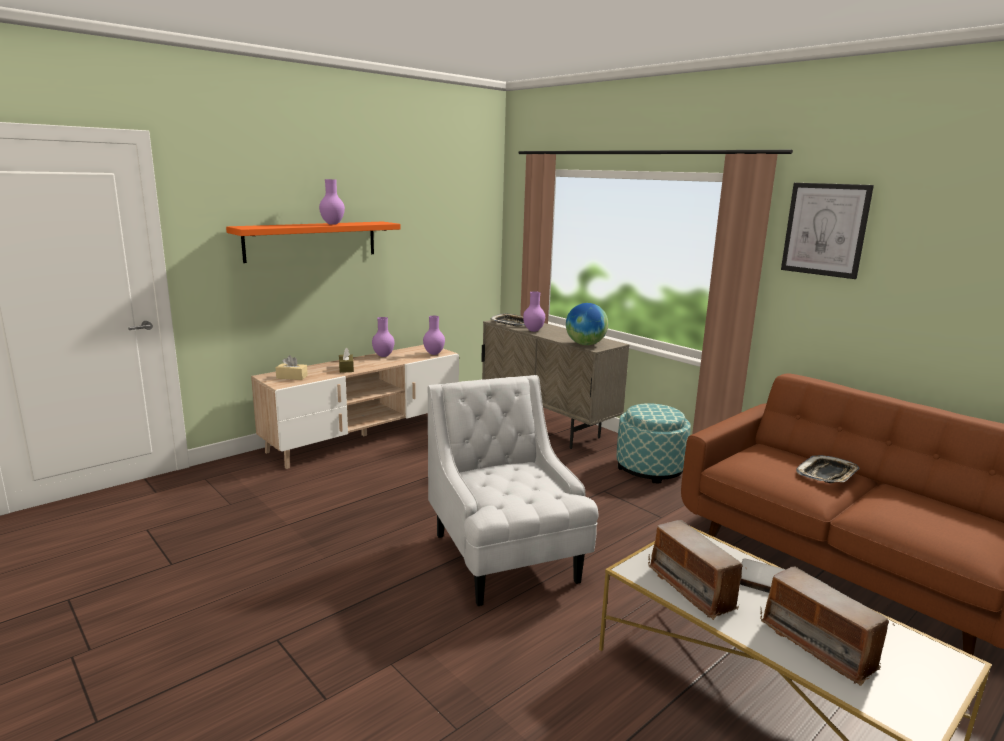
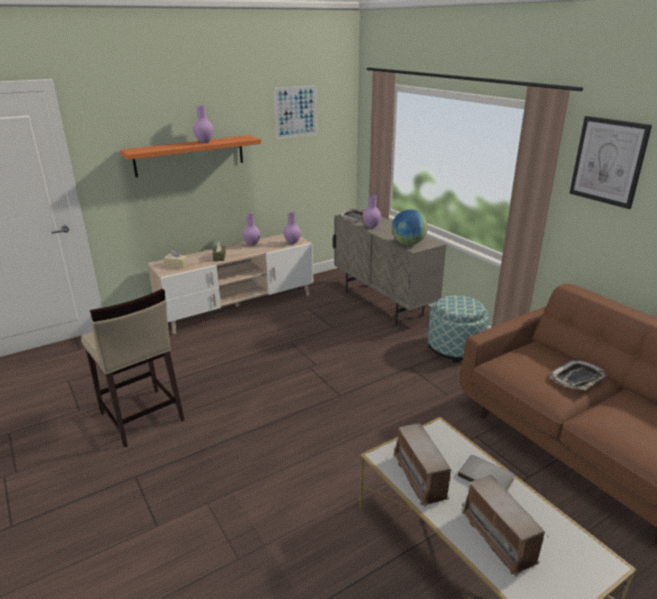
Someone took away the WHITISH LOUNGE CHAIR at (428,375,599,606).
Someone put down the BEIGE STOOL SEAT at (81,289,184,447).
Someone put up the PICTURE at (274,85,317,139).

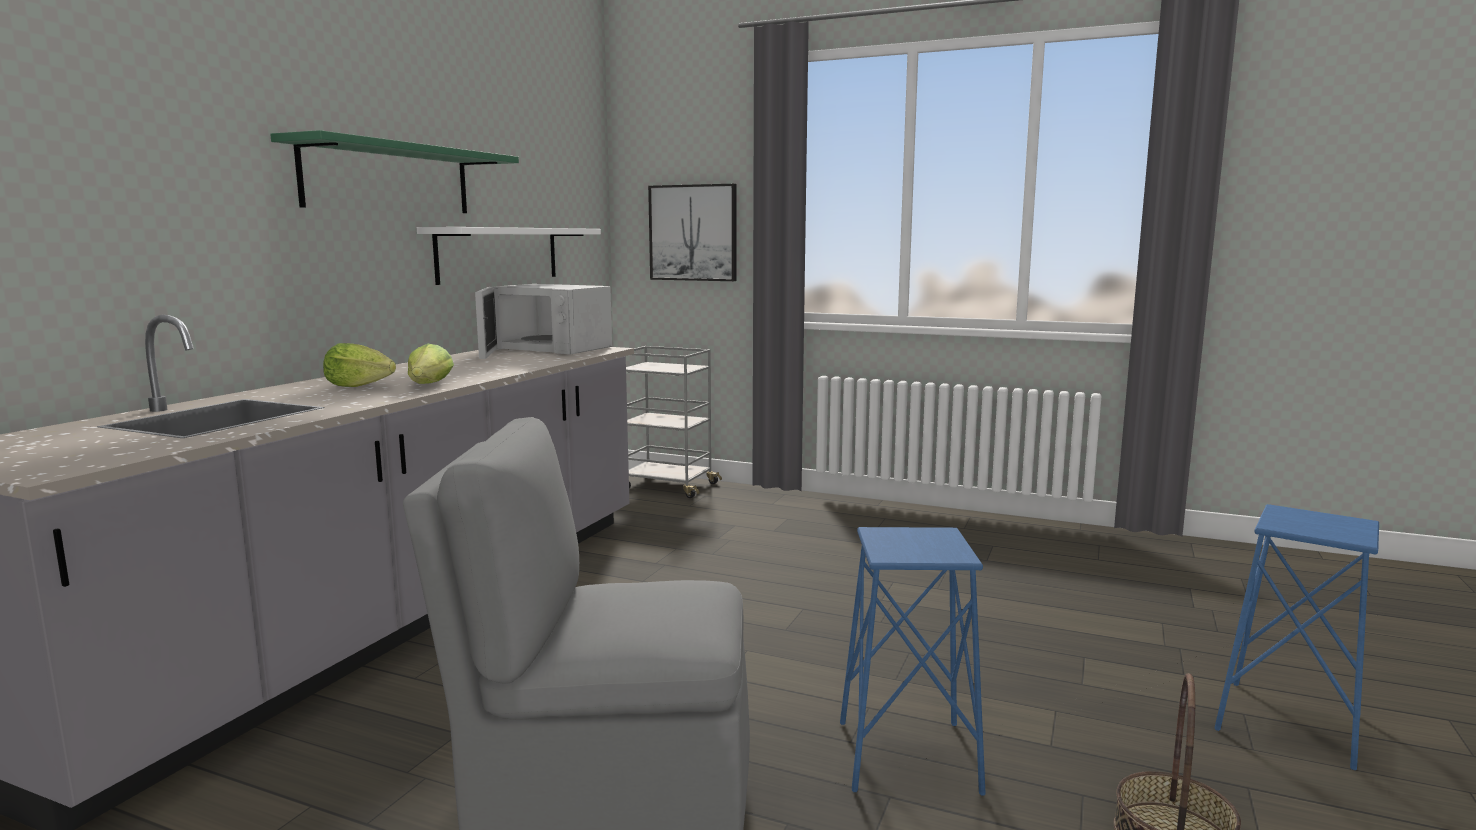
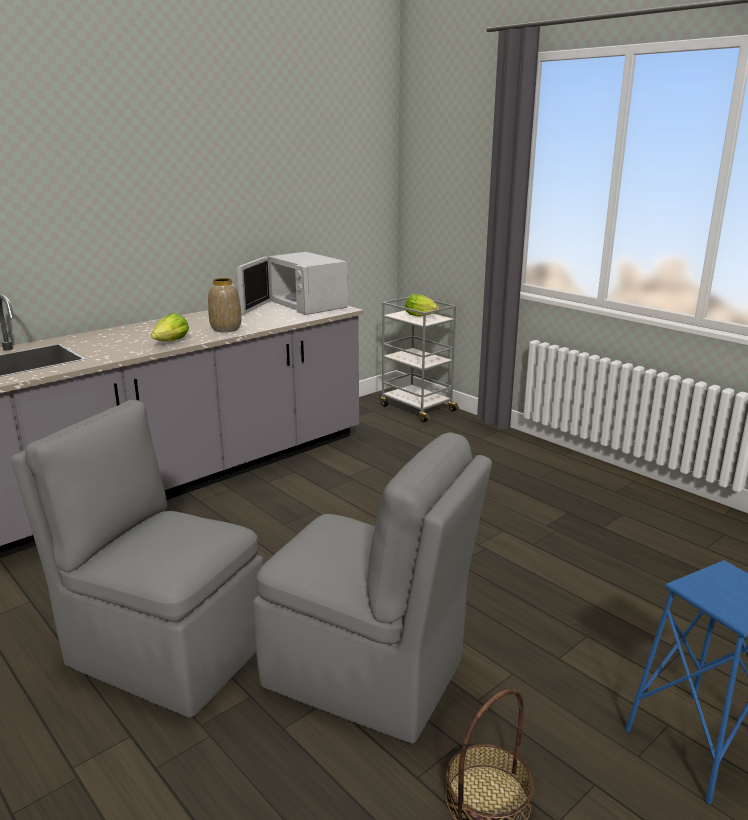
Someone took away the GREEN-COLOURED BRACKET SHELF at (270,130,519,213).
Someone carried the HEAD OF LETTUCE from (323,343,396,387) to (405,294,439,317).
Someone took away the WHITISH BRACKET SHELF at (417,227,601,285).
Someone took away the PICTURE at (648,184,736,281).
Someone swapped the BLUISH STOOL SEAT at (840,527,986,796) for the GREYISH CHAIR at (254,432,492,744).
Someone put down the DECORATIVE VASE at (208,278,241,332).

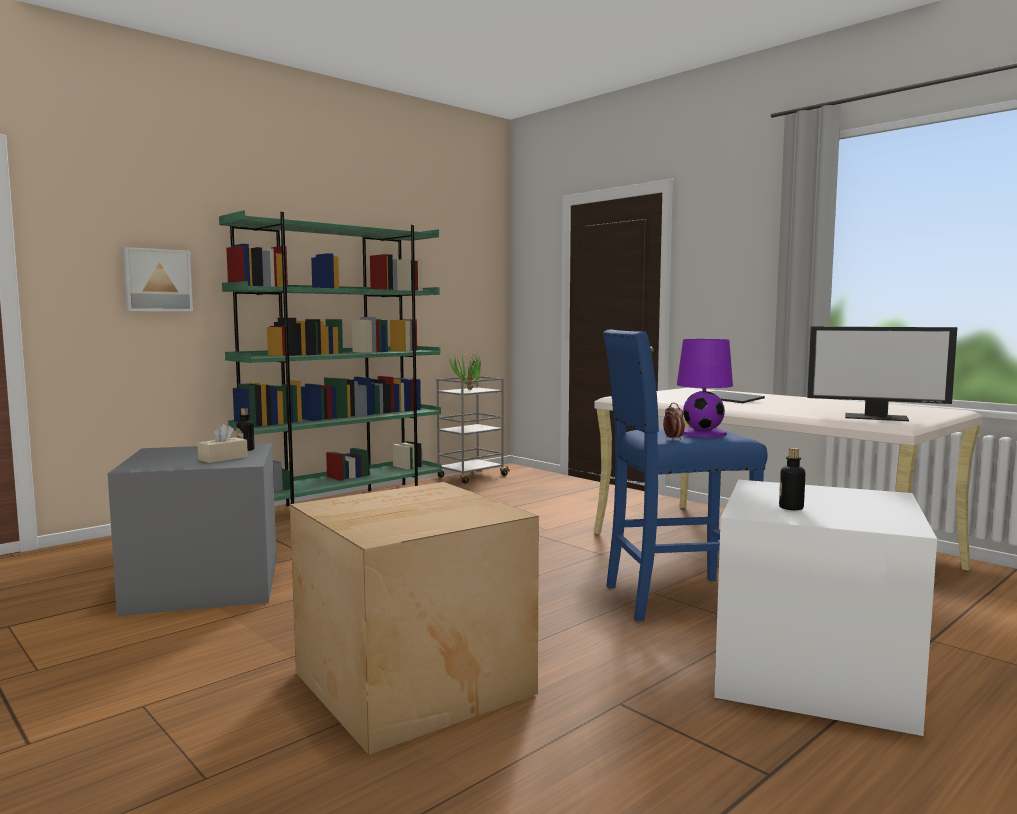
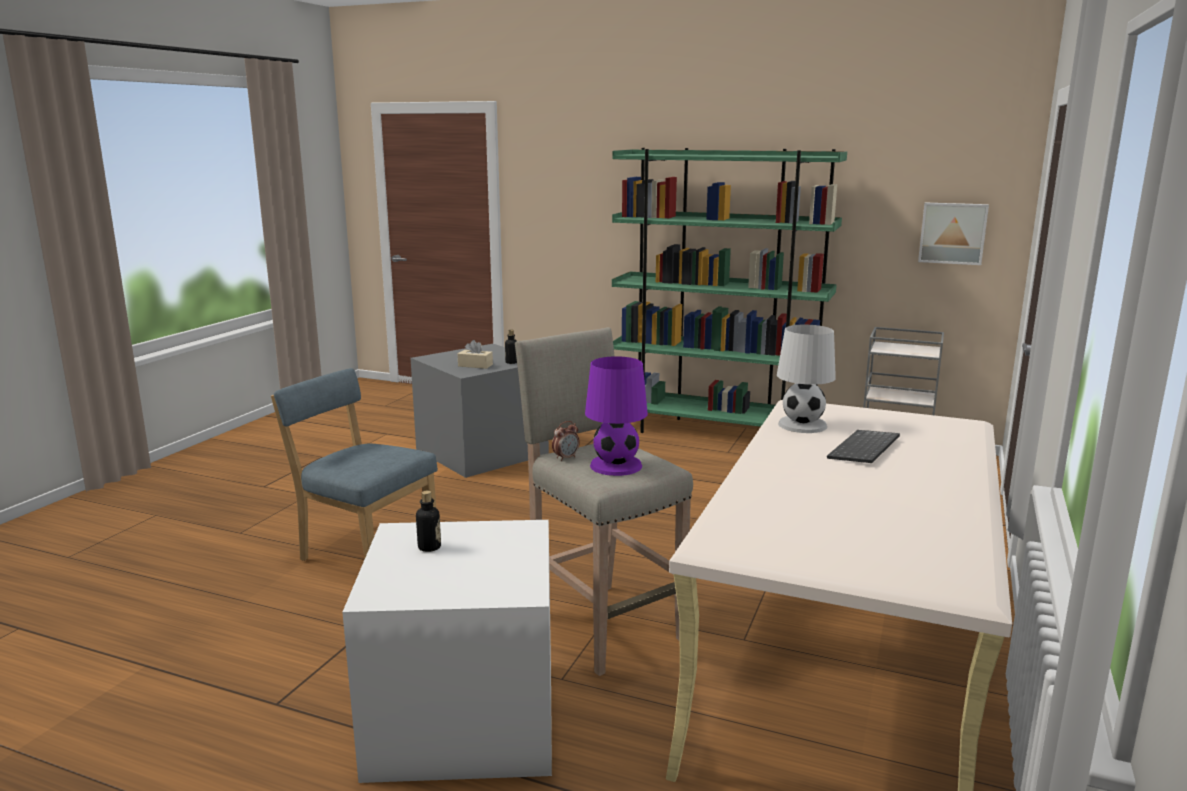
Someone carried the PICTURE from (123,247,193,311) to (918,203,989,265).
Someone swapped the PACKING BOX at (290,482,539,755) for the BLUISH CHAIR at (271,368,438,561).
Someone took away the POTTED PLANT at (449,355,481,390).
Someone repainted the BLUISH STOOL SEAT at (603,329,768,621), which became the BEIGE STOOL SEAT at (515,327,693,676).
Someone took away the COMPUTER DISPLAY at (807,327,957,421).
Someone put down the WHITISH TABLE LAMP at (777,325,836,433).

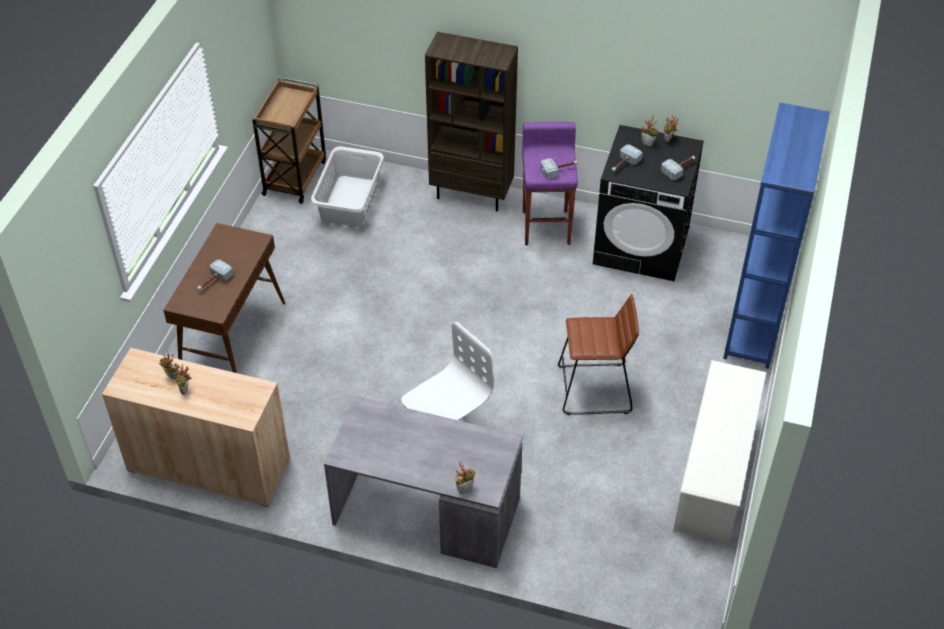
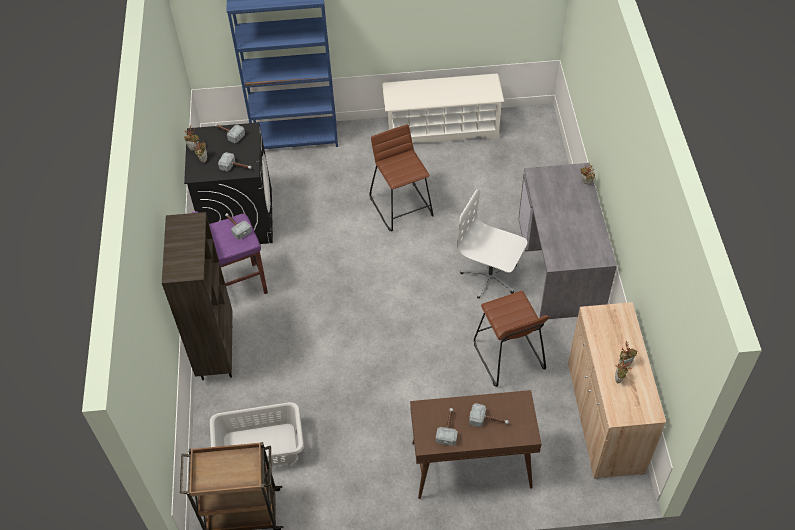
Someone put down the TOOL HAMMER at (436,408,458,446).
Someone put down the BROWN-COLOURED STOOL SEAT at (474,291,549,387).

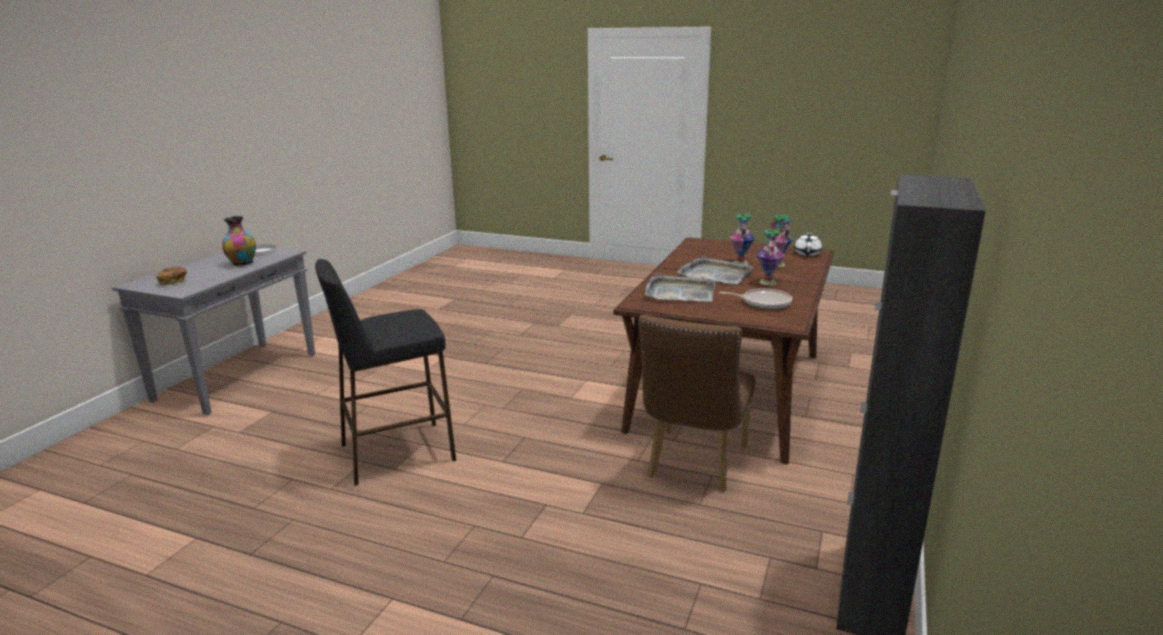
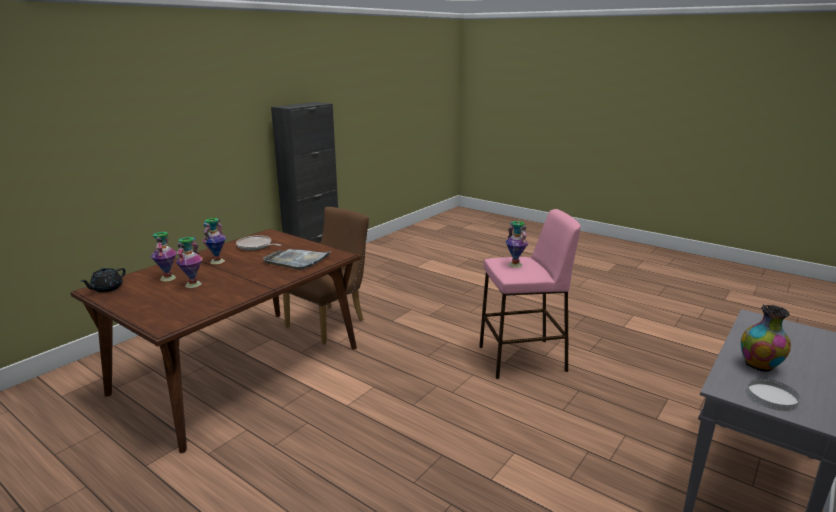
Someone took away the BREAD at (156,267,187,285).
Someone repainted the BLACK STOOL SEAT at (315,259,456,486), which became the PINKISH STOOL SEAT at (479,209,581,379).
Someone took away the GREYISH CARRYING TRAY at (678,257,754,284).
Someone repainted the WHITISH POT FOR TEA at (794,231,822,256), which became the BLACK POT FOR TEA at (81,267,126,293).
Someone put down the DECORATIVE VASE at (505,221,528,268).

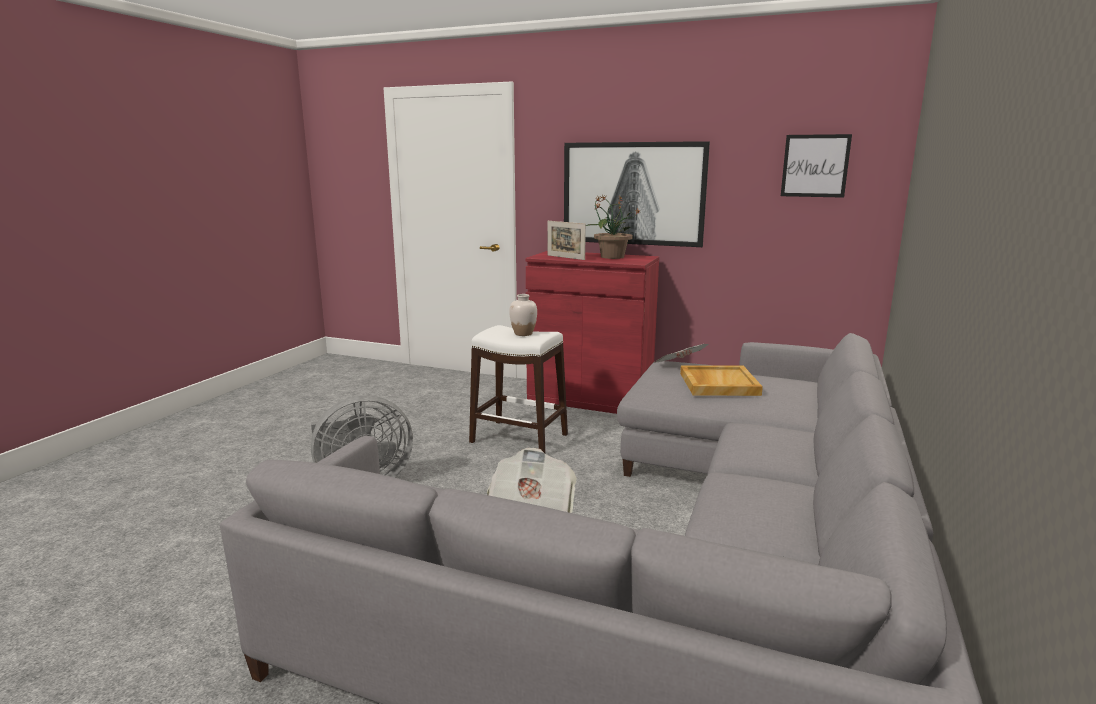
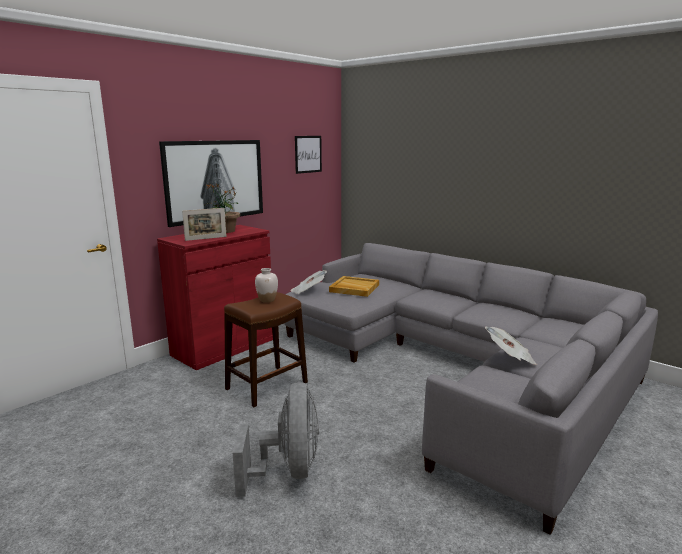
Someone repainted the WHITISH STOOL SEAT at (469,325,568,453), which became the BROWN-COLOURED STOOL SEAT at (224,292,308,407).

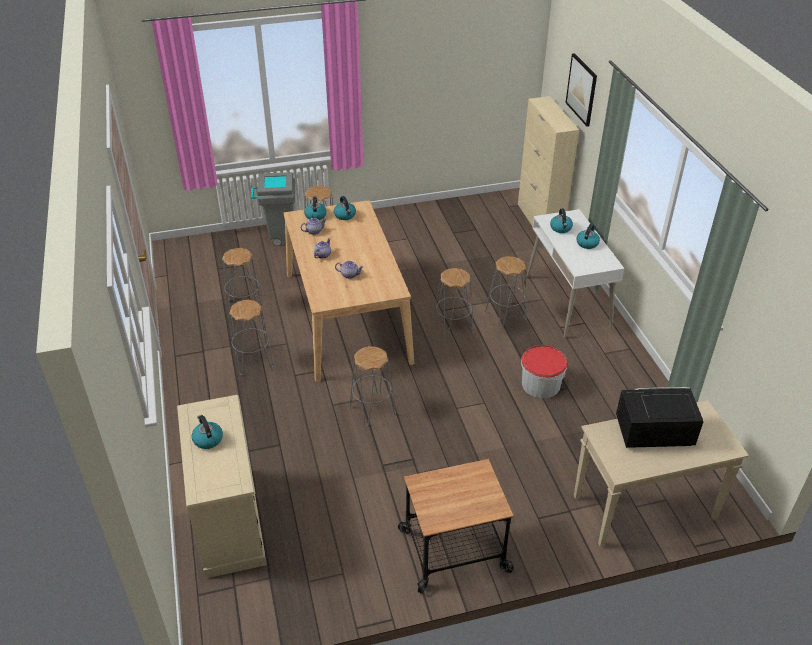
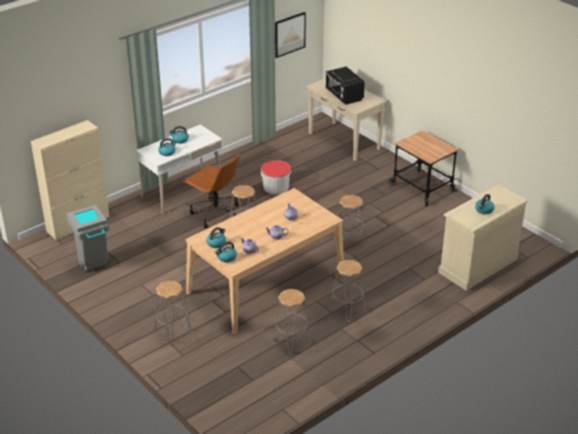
Someone carried the GREYISH RUBBISH BIN from (251,172,295,246) to (67,205,109,271).
Someone swapped the GREYISH STOOL SEAT at (485,256,527,329) for the BROWN-COLOURED DESK CHAIR at (183,154,240,228).
Someone carried the PICTURE from (566,53,597,127) to (275,12,306,58).

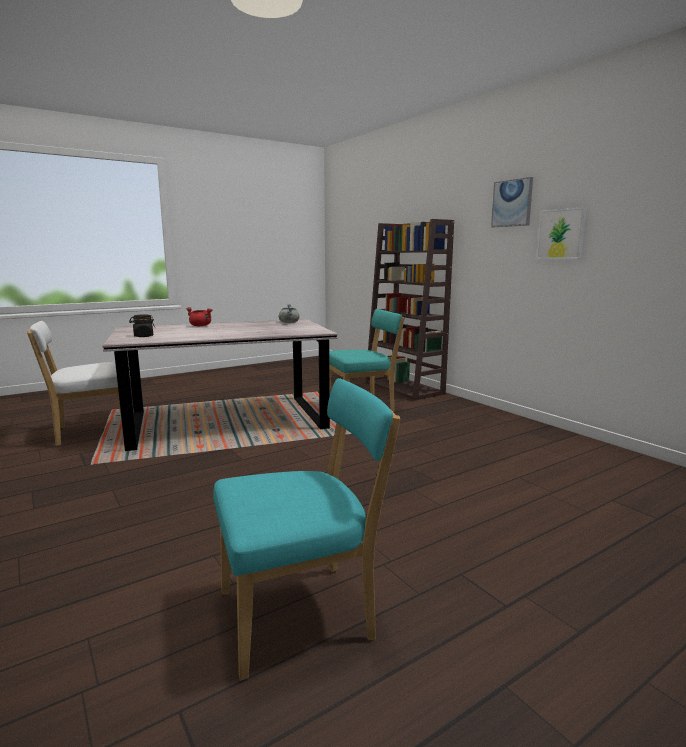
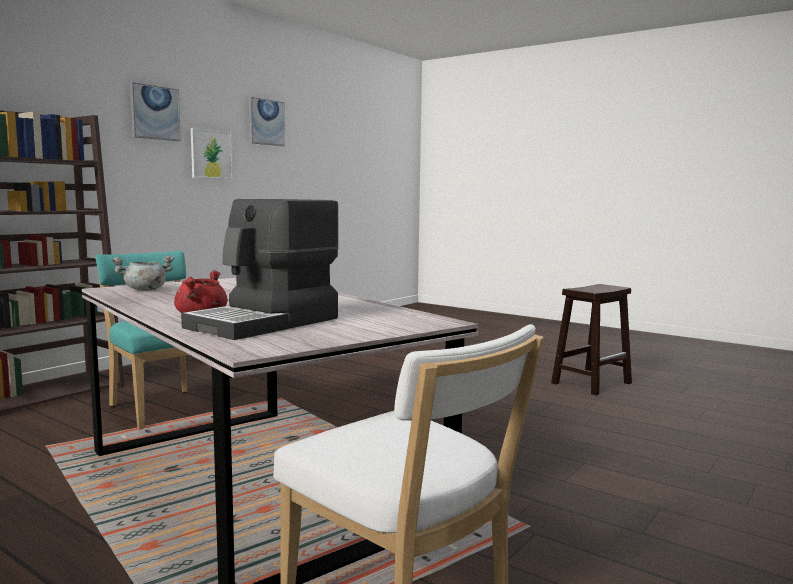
Someone took away the BLACK PRESERVE JAR at (129,314,155,337).
Someone swapped the BLUE-GREEN CHAIR at (213,378,400,680) for the BROWN-COLOURED STOOL SEAT at (551,284,632,395).
Someone put down the COFFEE MAKER at (181,199,339,340).
Someone put up the PICTURE at (249,97,285,146).

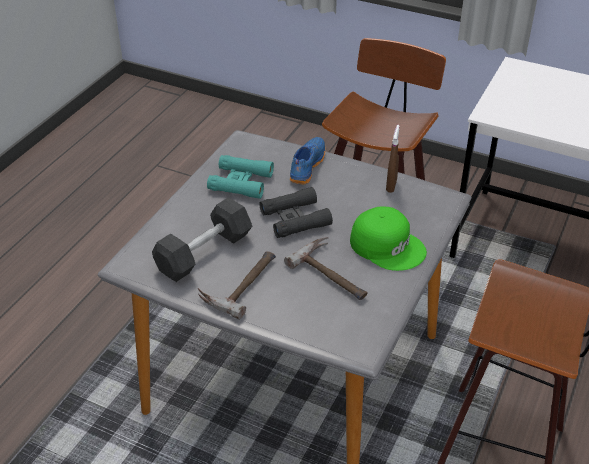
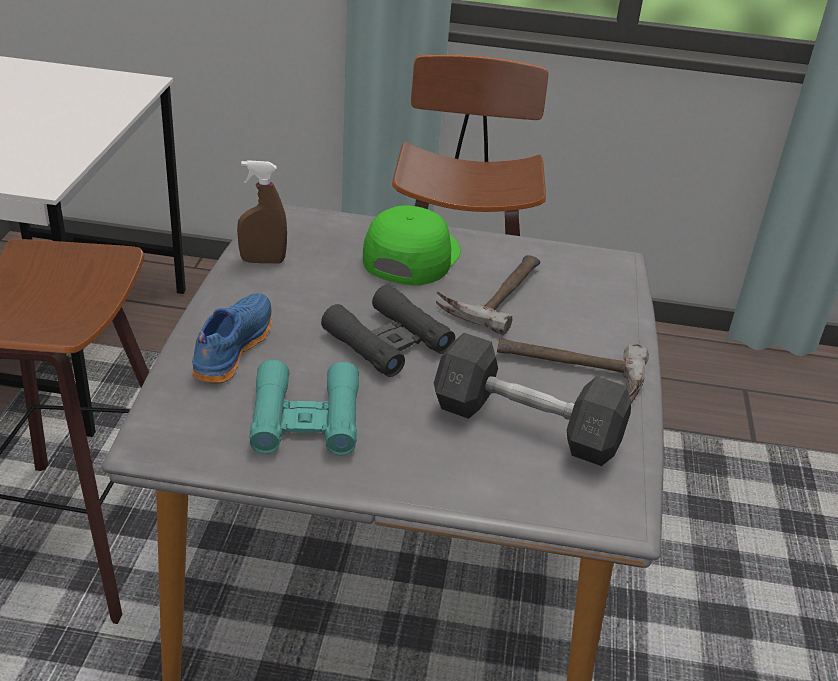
Someone rotated the BLUISH LOW SHOE at (290,137,325,185) by 105 degrees clockwise.

